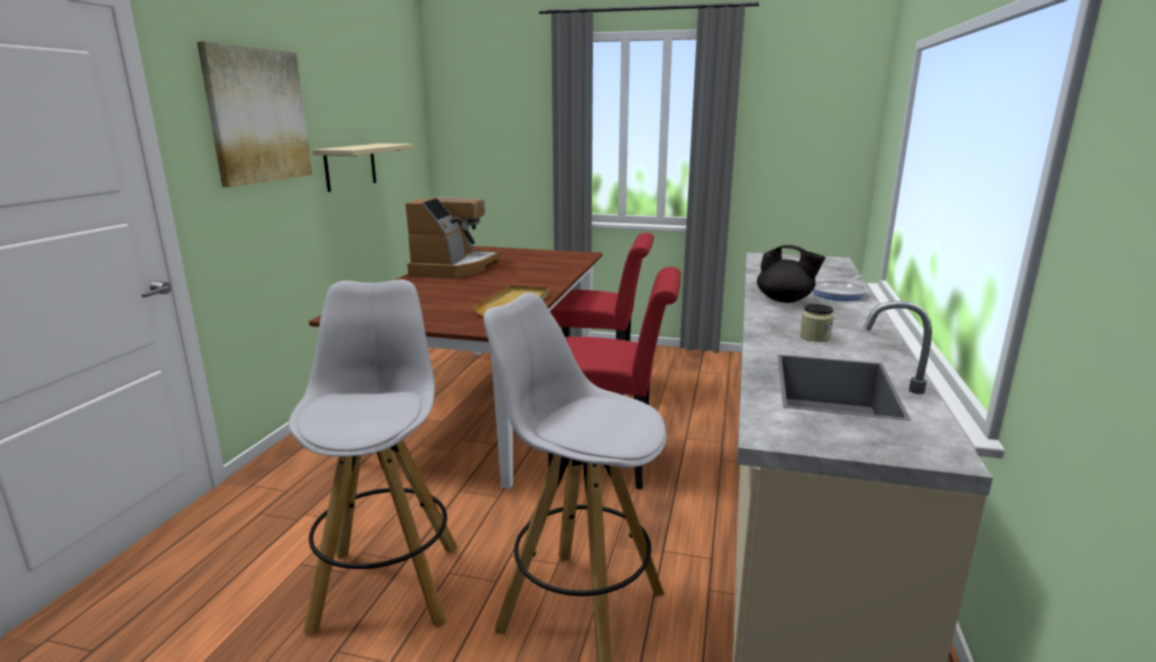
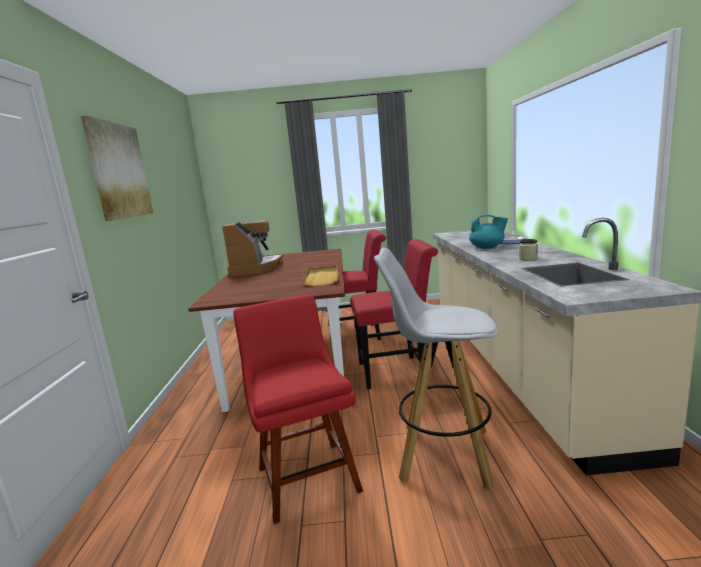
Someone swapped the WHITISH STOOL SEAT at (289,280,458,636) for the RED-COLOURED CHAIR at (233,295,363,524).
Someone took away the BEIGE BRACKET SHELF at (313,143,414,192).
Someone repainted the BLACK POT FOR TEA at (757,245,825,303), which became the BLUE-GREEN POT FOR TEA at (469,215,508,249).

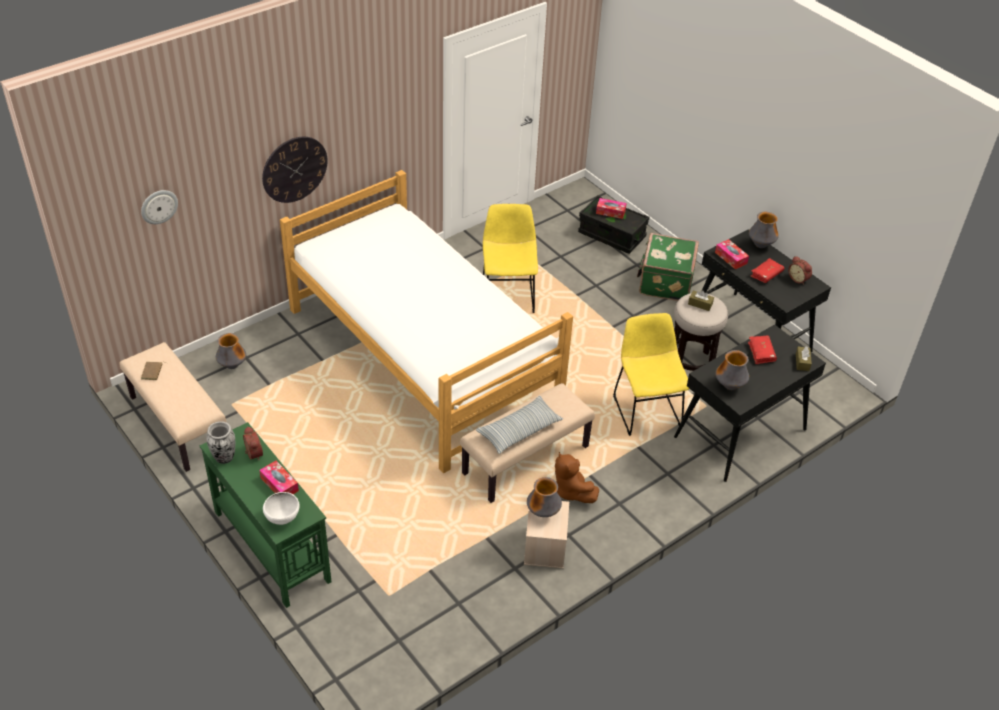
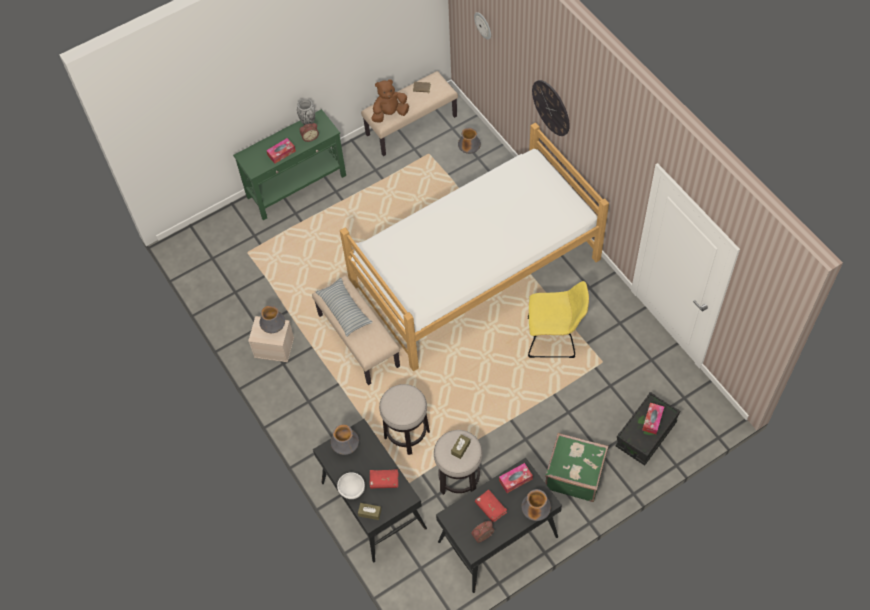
Someone carried the WHITISH SERVING BOWL from (263,492,300,525) to (337,472,365,499).
Someone carried the BROWN-COLOURED CUDDLY TOY from (555,452,599,503) to (371,79,409,123).
Someone swapped the YELLOWISH CHAIR at (613,313,690,436) for the STOOL SEAT at (379,384,430,455).

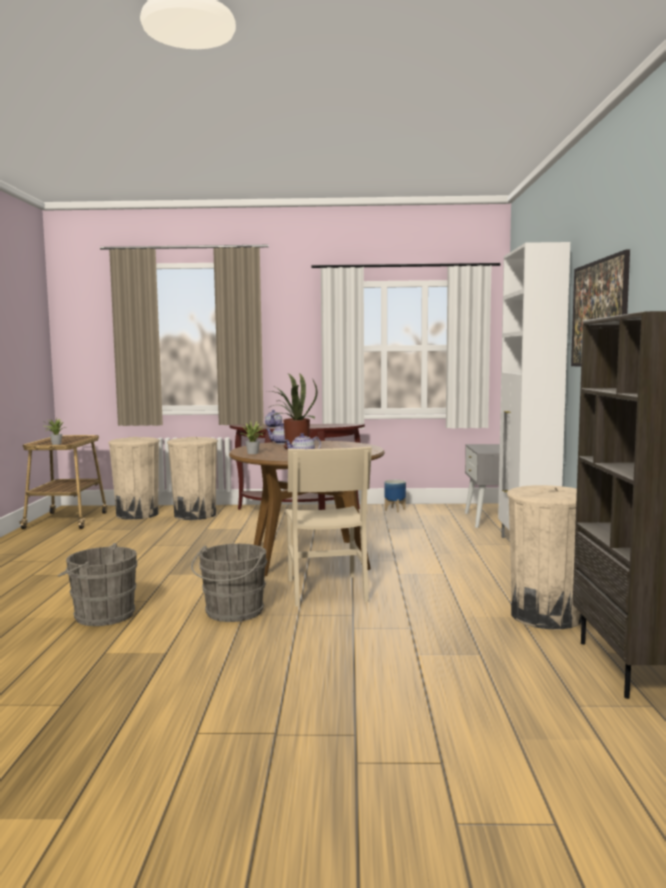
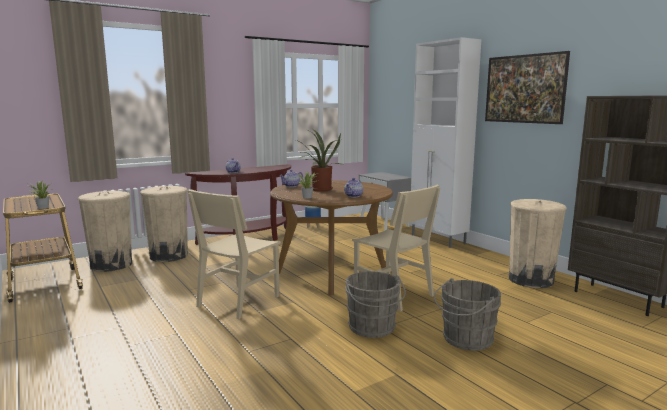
Someone carried the GREYISH PAIL from (58,543,137,626) to (434,278,501,351).
Someone put down the BEIGE CHAIR at (187,189,281,319).

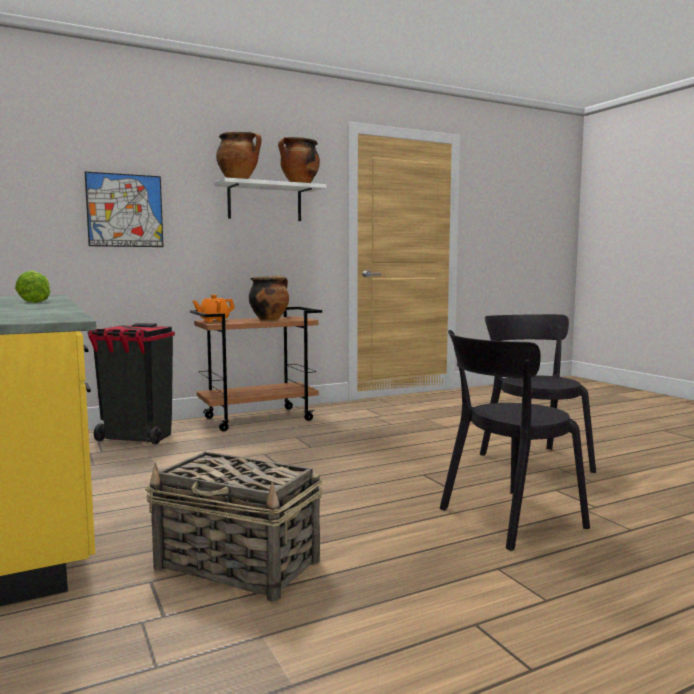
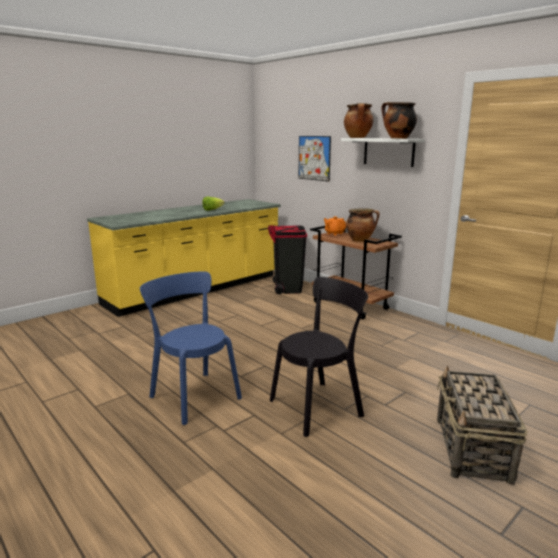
Someone carried the BASKET from (145,452,322,602) to (437,365,527,485).
Someone repainted the BLACK CHAIR at (440,330,590,551), which became the BLUISH CHAIR at (140,271,242,425).

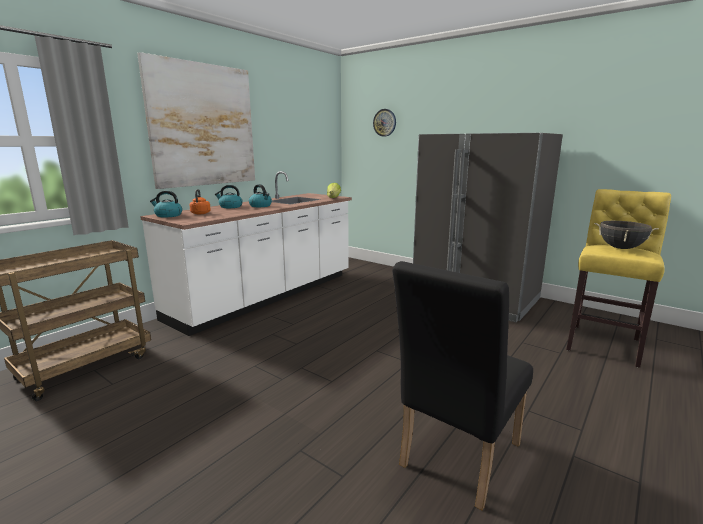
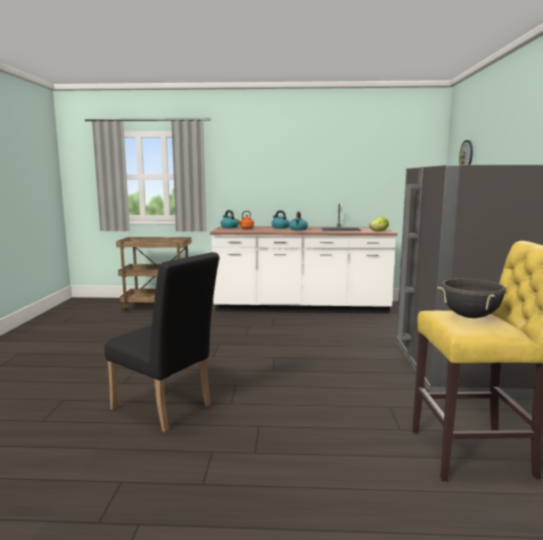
Someone took away the PICTURE at (137,52,255,189).
Someone rotated the BLACK CHAIR at (392,261,533,511) by 150 degrees counterclockwise.

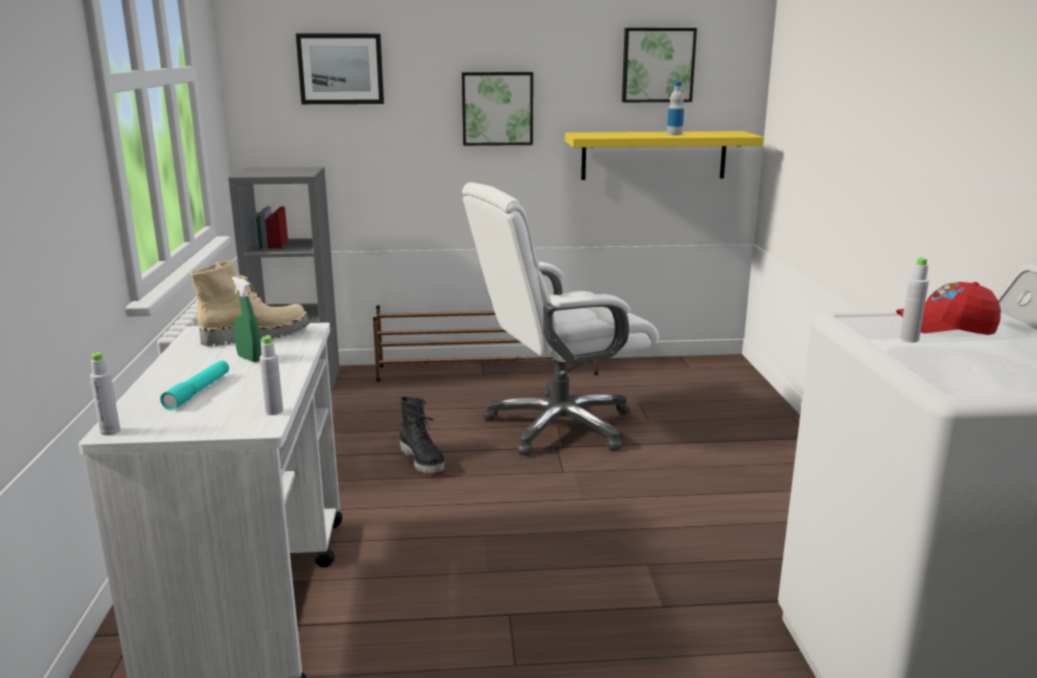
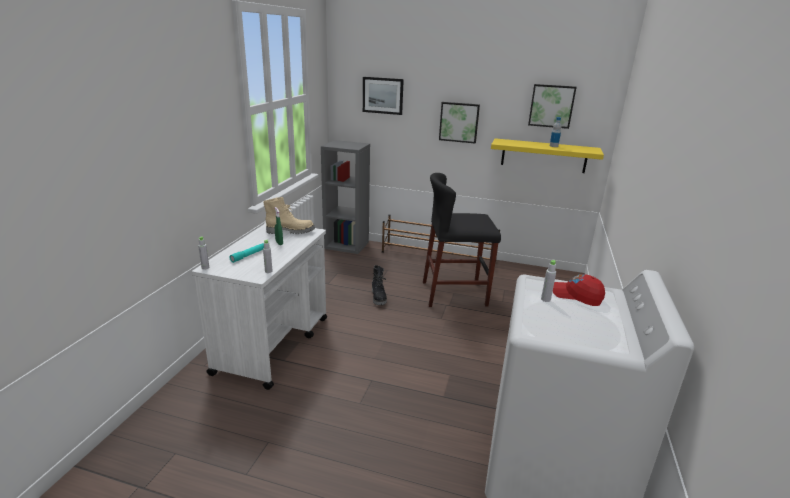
Someone swapped the WHITISH DESK CHAIR at (462,182,659,456) for the BLACK STOOL SEAT at (423,173,501,307).

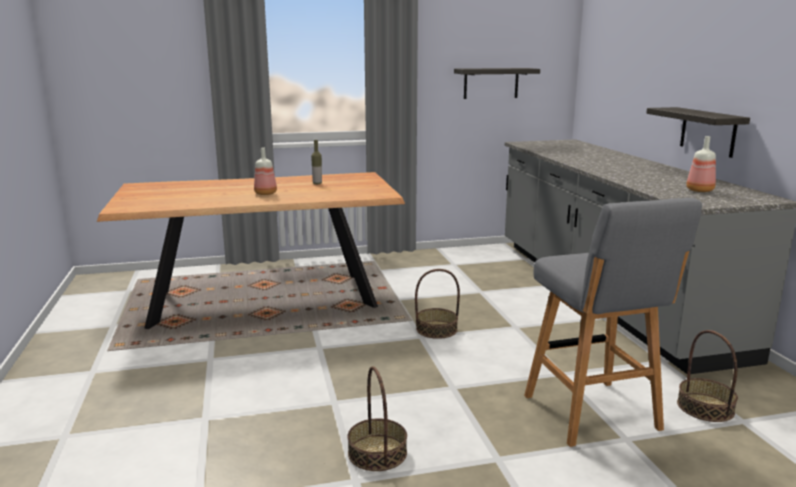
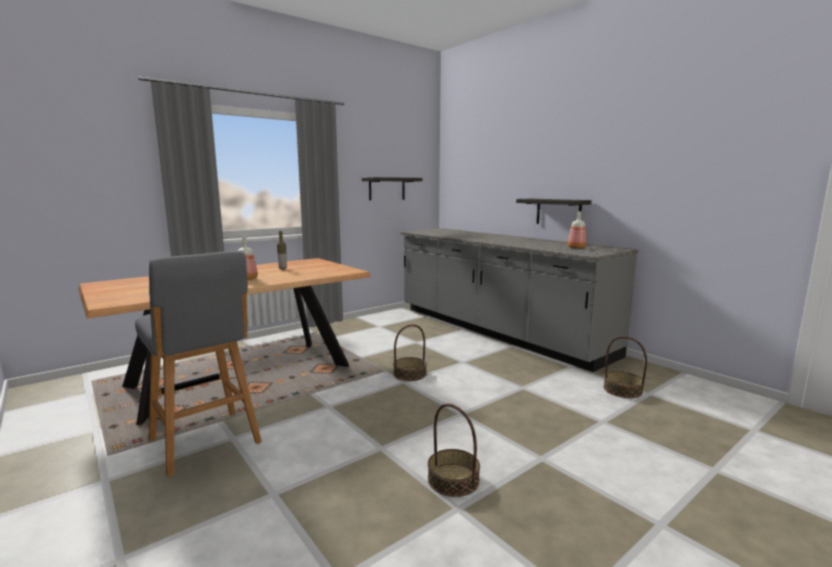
Someone carried the GREYISH STOOL SEAT from (524,198,702,447) to (135,251,262,477).

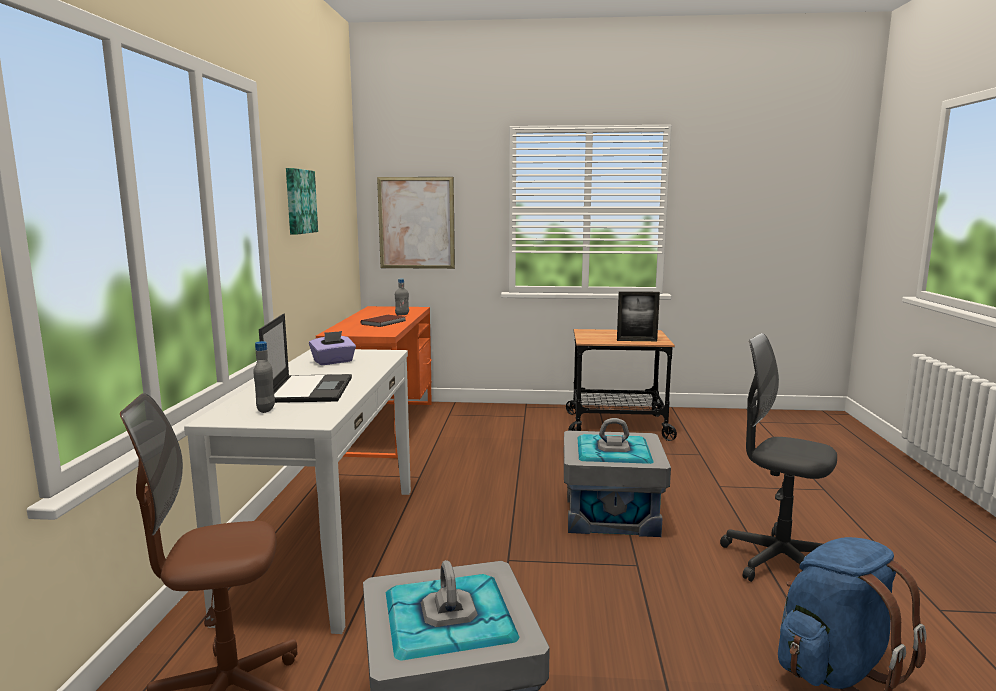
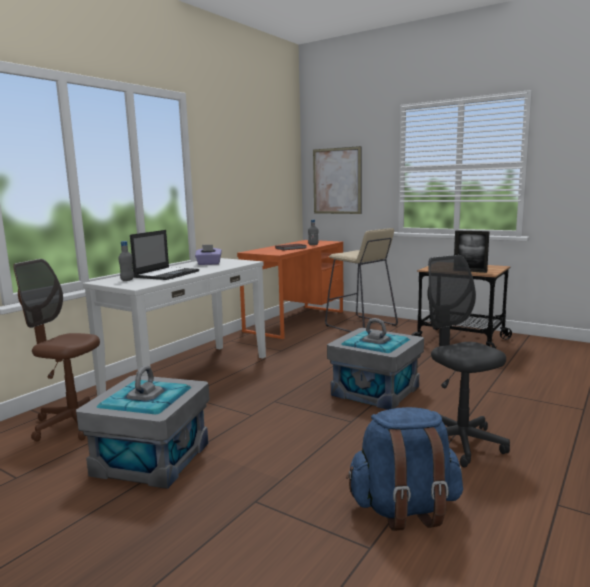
Someone took away the PICTURE at (286,168,318,235).
Someone put down the BEIGE STOOL SEAT at (325,228,398,332).

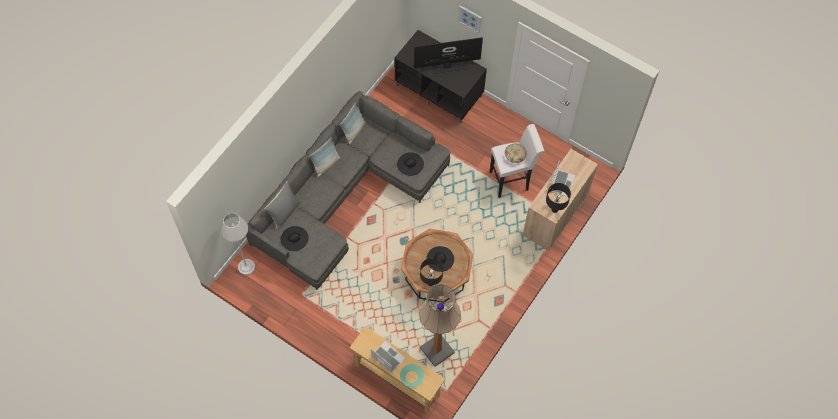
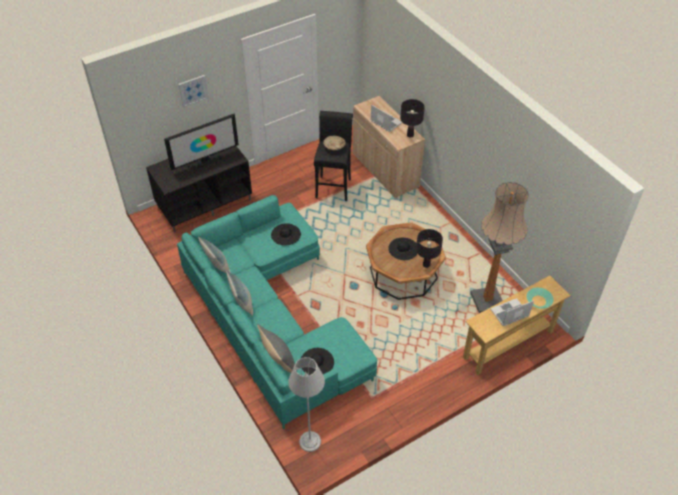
Someone repainted the GREYISH COUCH at (246,91,450,290), which became the BLUE-GREEN COUCH at (177,195,377,429).
Someone rotated the TV SET at (414,37,483,74) by 135 degrees counterclockwise.
Someone repainted the WHITISH STOOL SEAT at (490,124,544,198), which became the BLACK STOOL SEAT at (314,111,353,201).

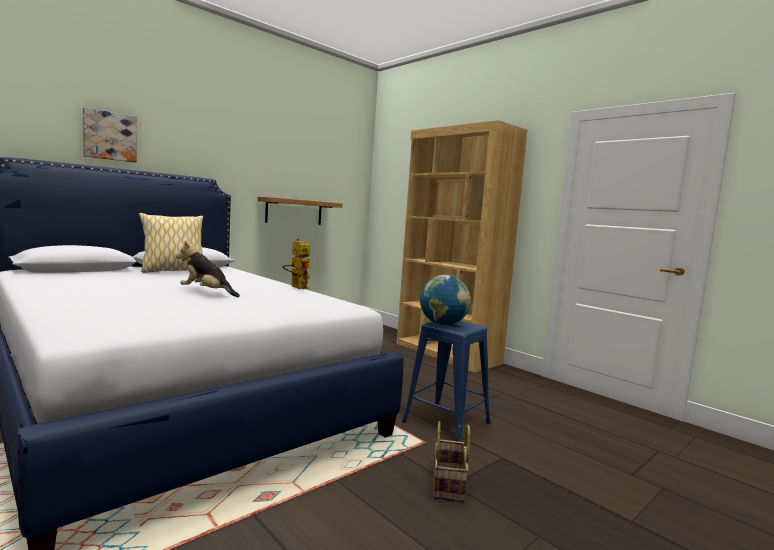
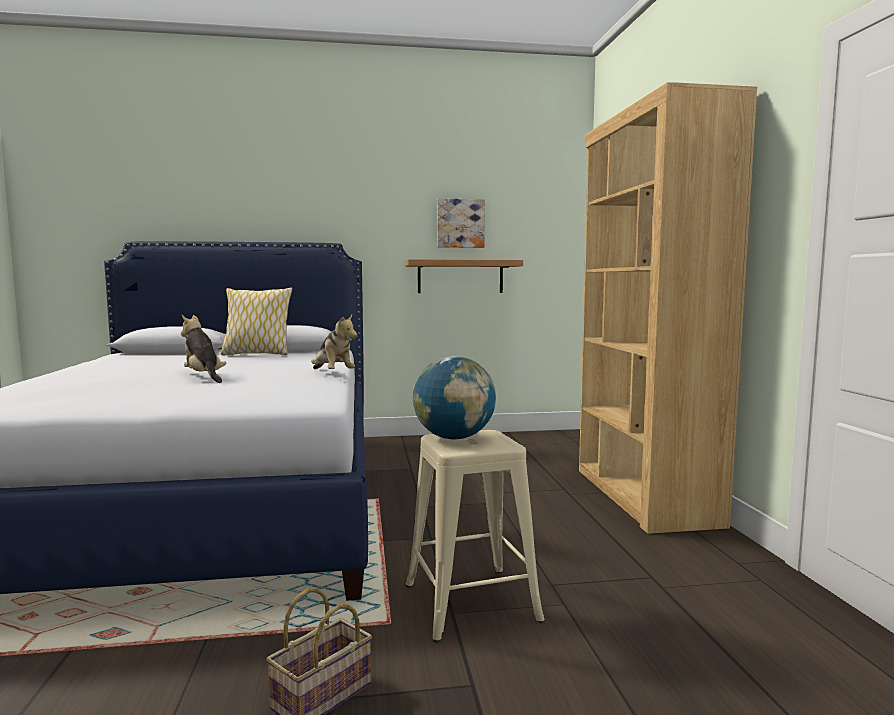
Someone carried the PICTURE from (83,107,137,163) to (437,198,485,248).
Someone swapped the ROBOT FIGURE at (283,239,310,289) for the CUDDLY TOY at (311,315,357,369).
Someone repainted the BLUISH STOOL SEAT at (402,321,491,442), which became the BEIGE STOOL SEAT at (406,430,545,643).

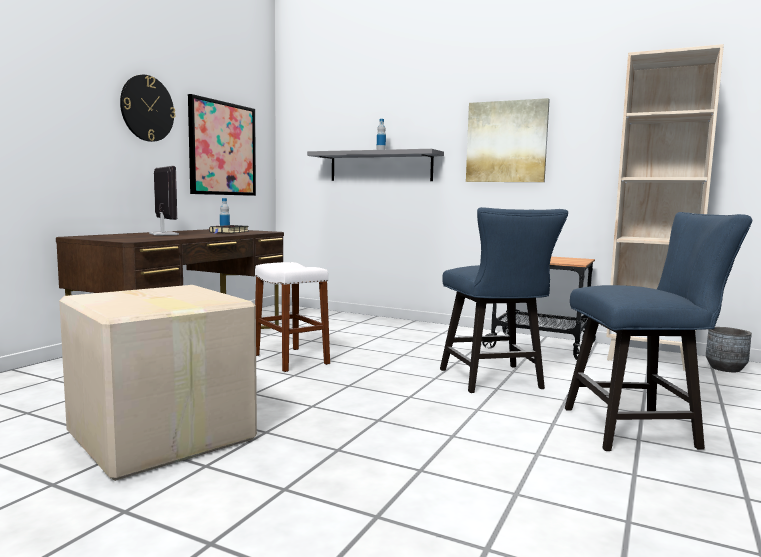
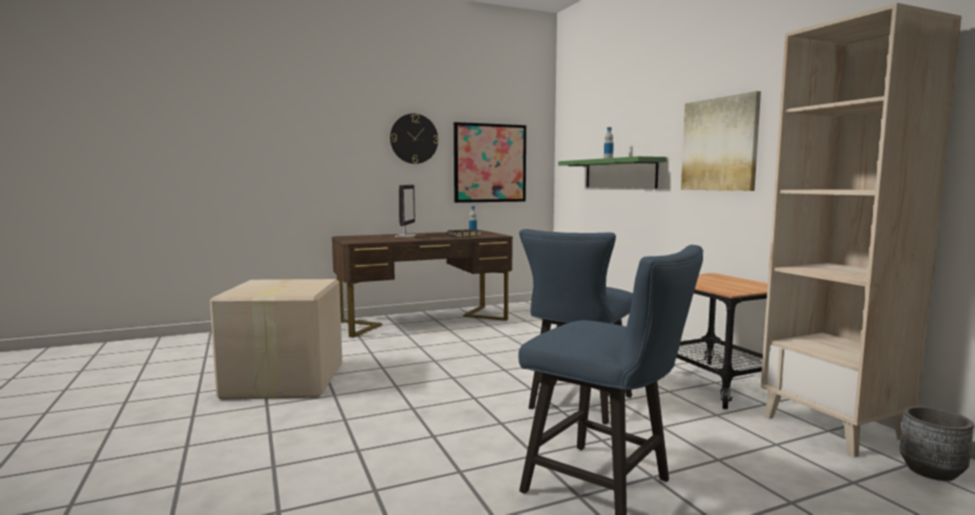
Someone took away the WHITISH STOOL SEAT at (255,262,330,372).
Someone repainted the GREYISH BRACKET SHELF at (307,149,444,181), which became the GREEN-COLOURED BRACKET SHELF at (558,156,667,189).

